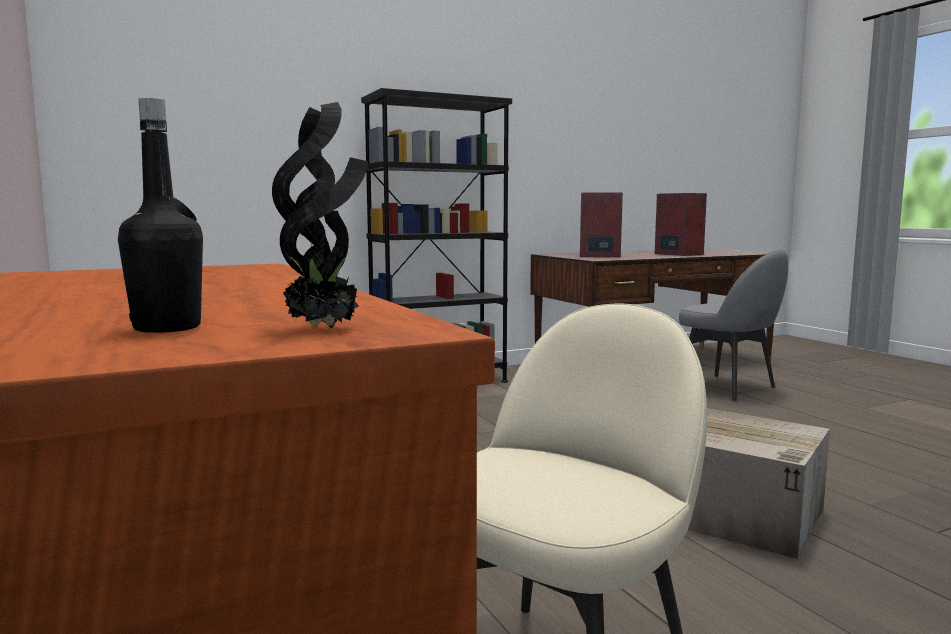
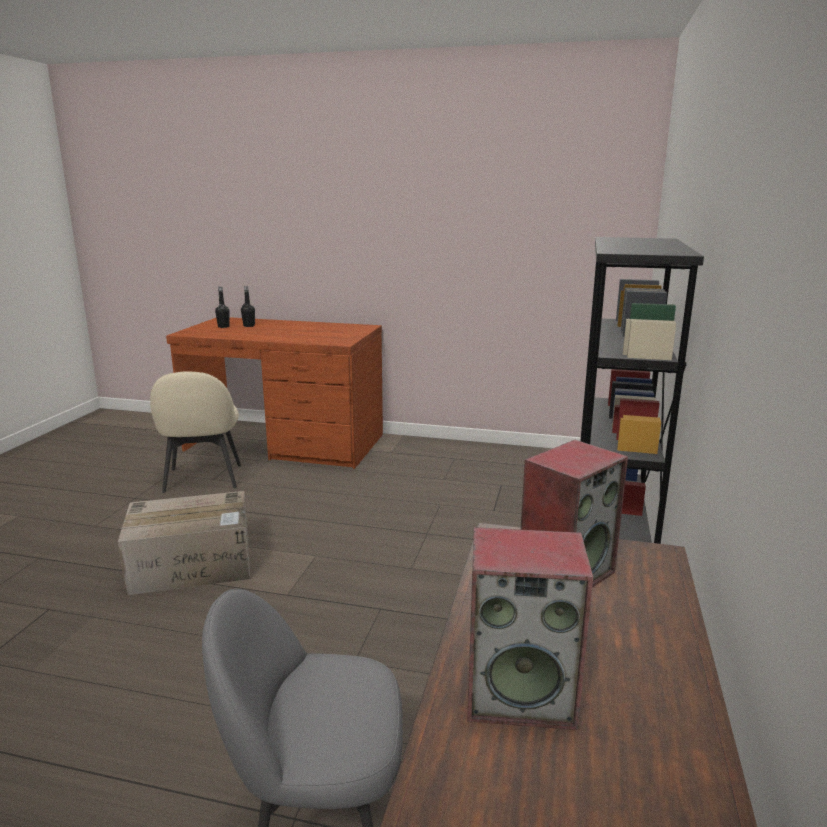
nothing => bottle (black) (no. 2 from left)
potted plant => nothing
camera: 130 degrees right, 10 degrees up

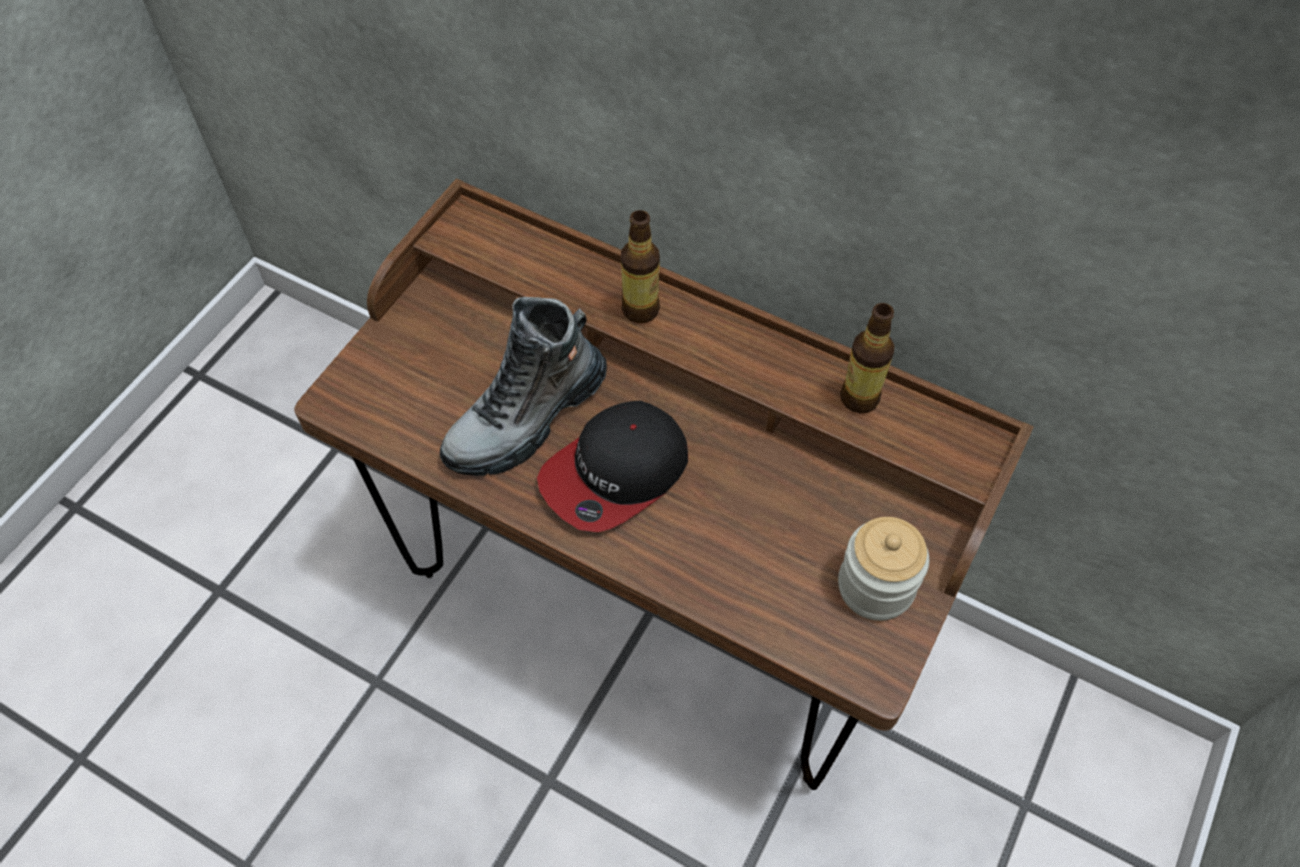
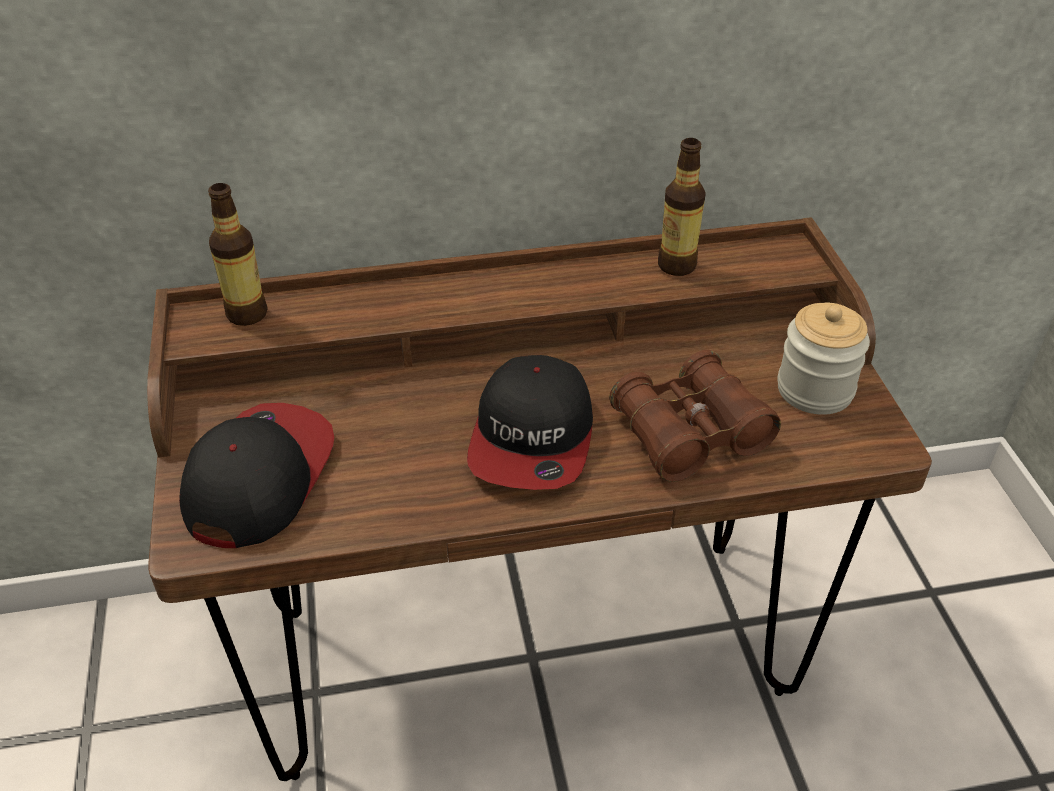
nothing => cap (no. 1 from left)
bottle (no. 1 from left), shifted
nothing => binoculars (brown)
boot => nothing
camera: 40 degrees left, 15 degrees down

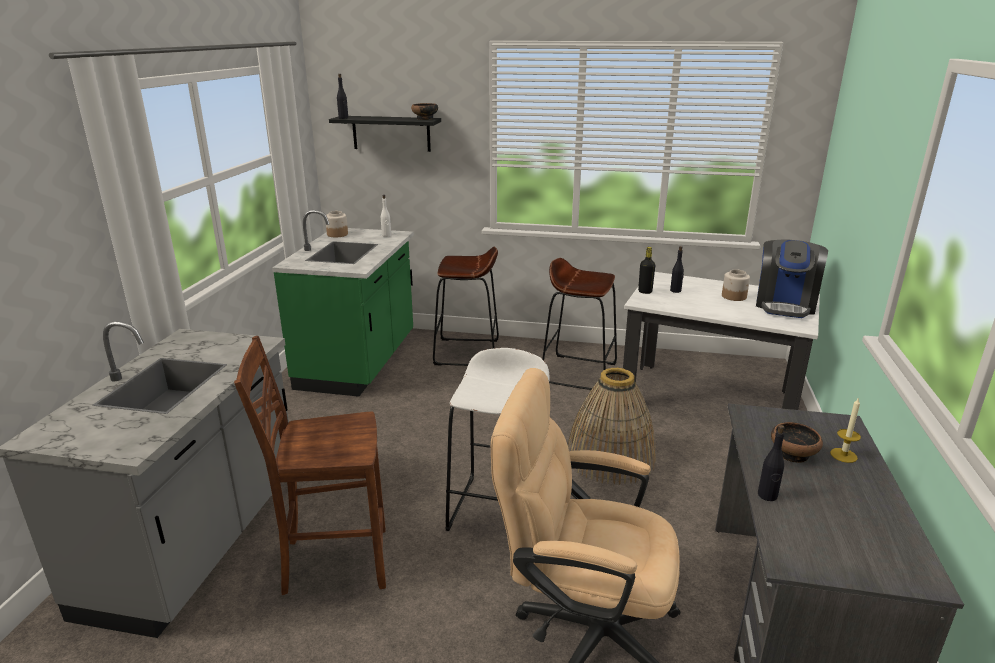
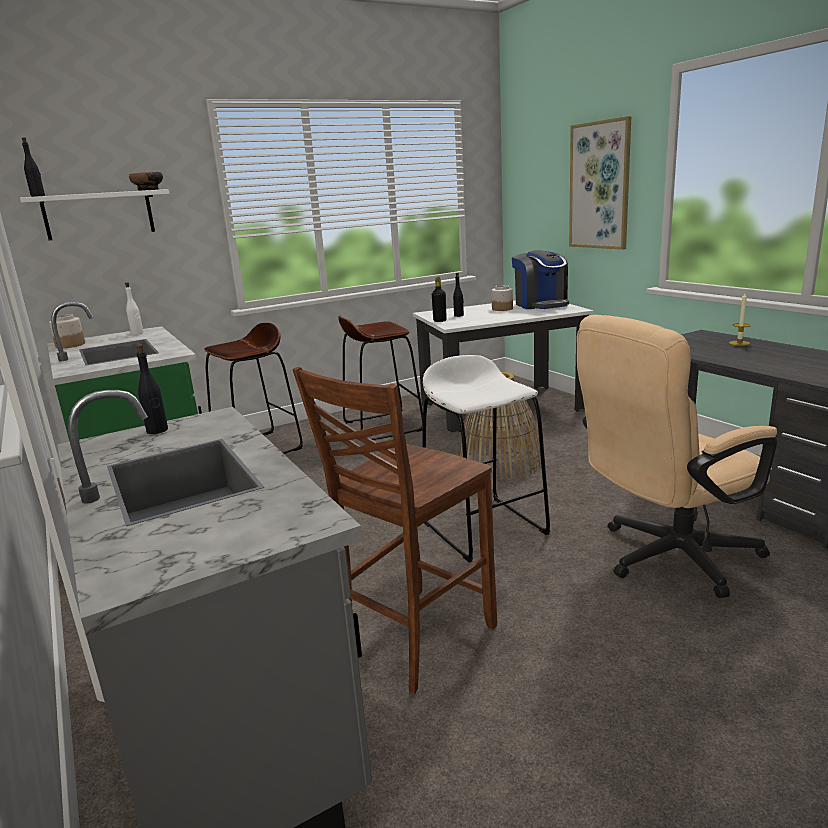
shelf (black) => shelf (white)
bottle (black) (no. 4 from left in the first image) => bottle (black) (no. 2 from left), shifted
nothing => picture
bowl (no. 2 from left) => nothing
camera: 40 degrees left, 5 degrees down

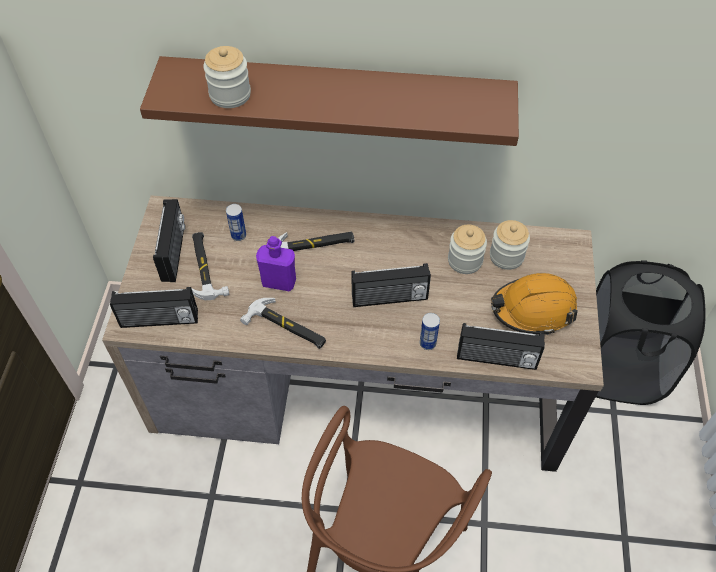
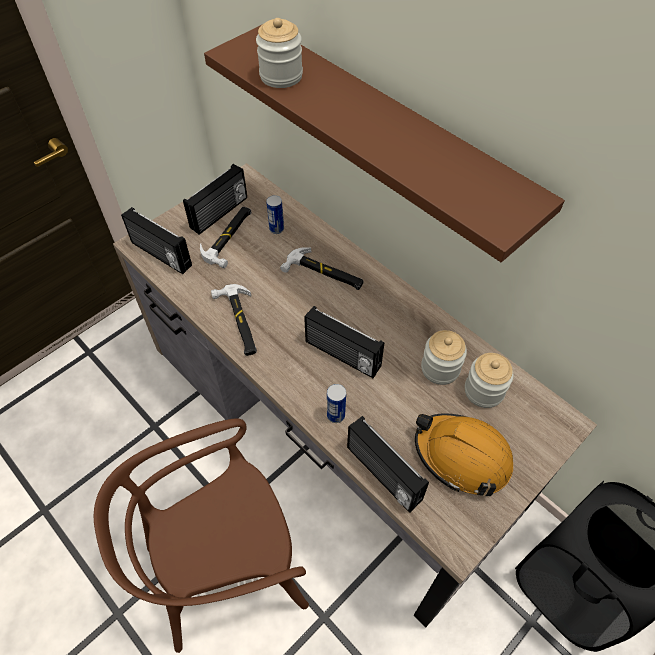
bottle (purple) => nothing
camera: 40 degrees right, 0 degrees up

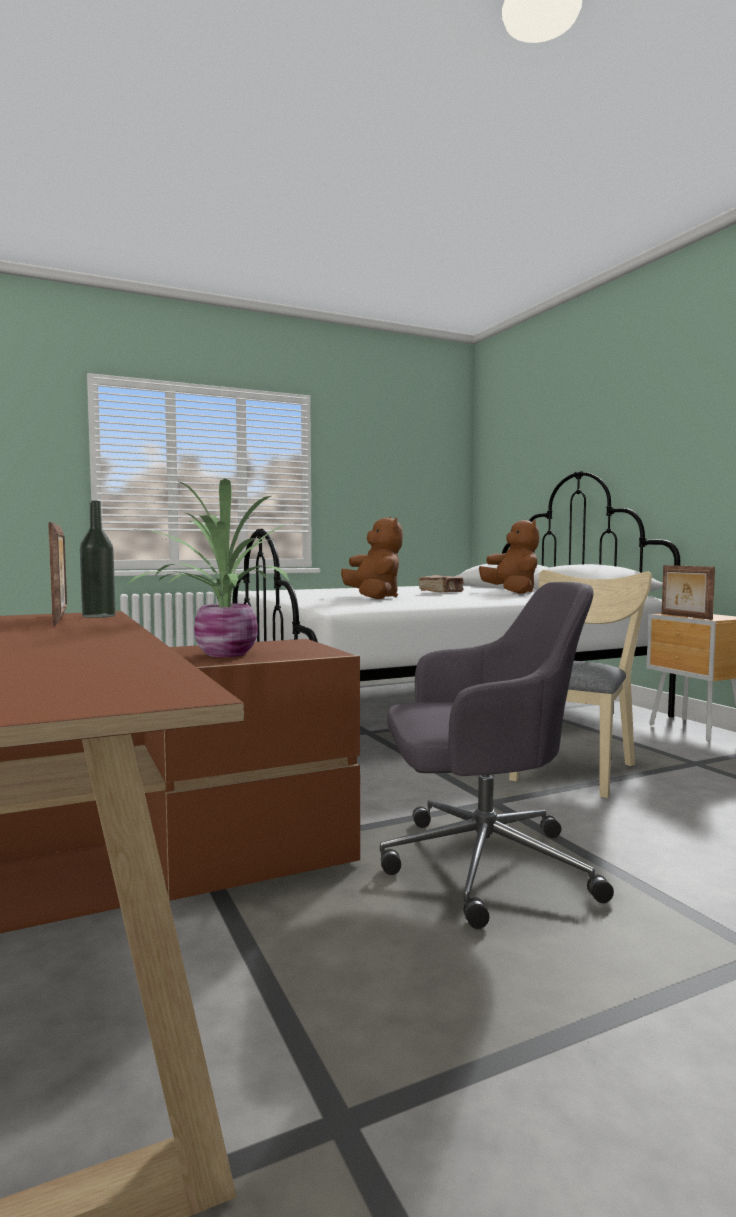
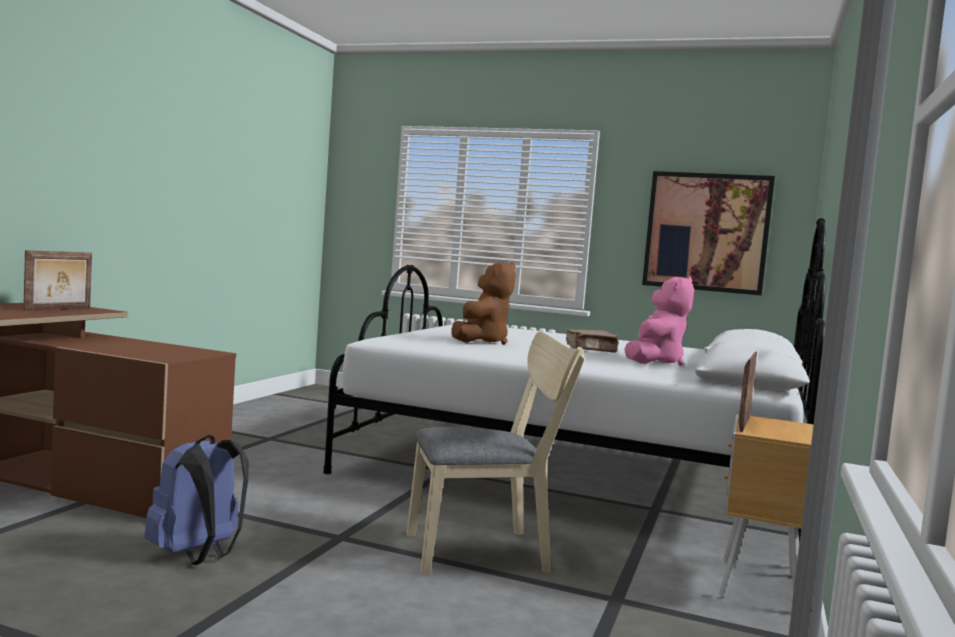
office chair (grey) => backpack (blue)
plush toy (brown) (no. 2 from left) => plush toy (pink)
nothing => picture
bottle => nothing
potted plant => nothing
camera: 45 degrees right, 0 degrees up

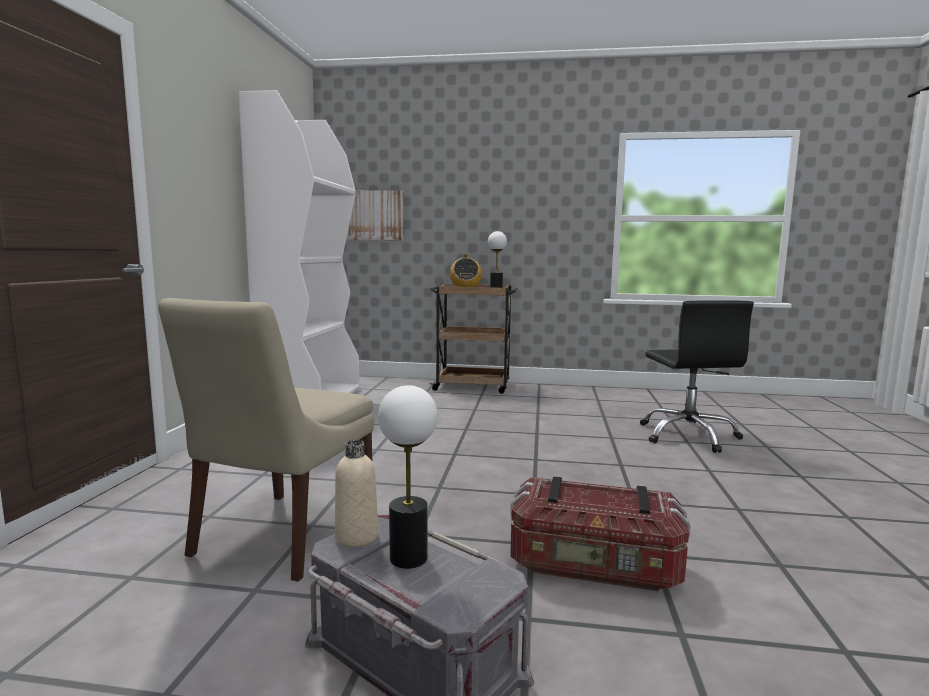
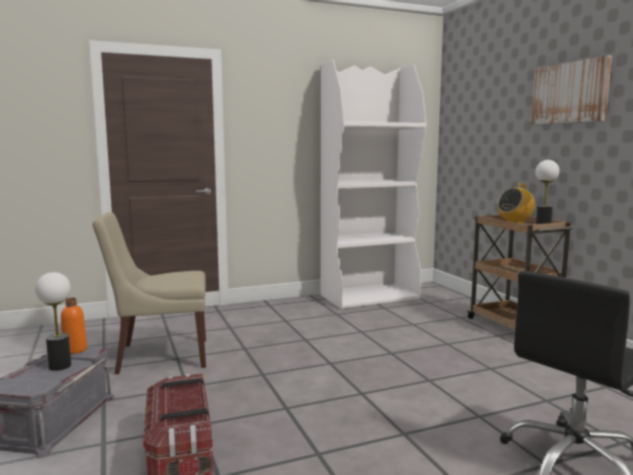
bottle (beige) => bottle (orange)
picture, shifted
camera: 60 degrees right, 0 degrees up

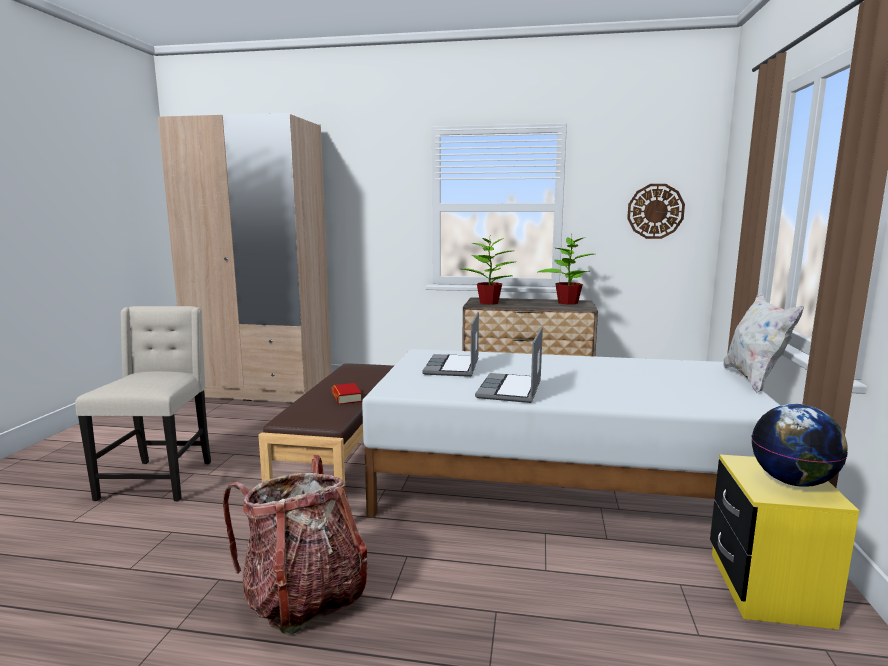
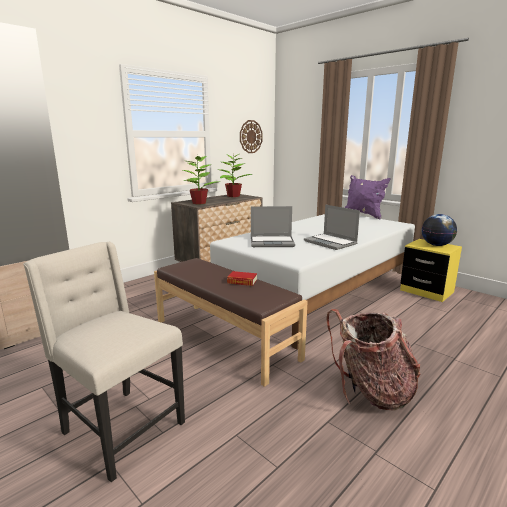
laptop (no. 1 from left), 45 degrees counterclockwise
pillow (white) => pillow (purple)
camera: 55 degrees left, 5 degrees up

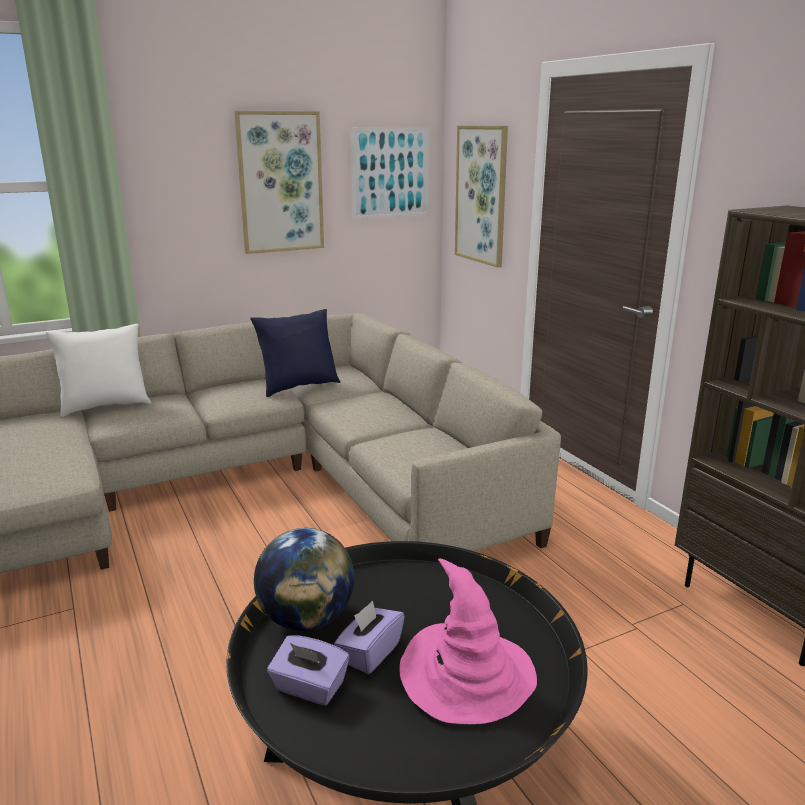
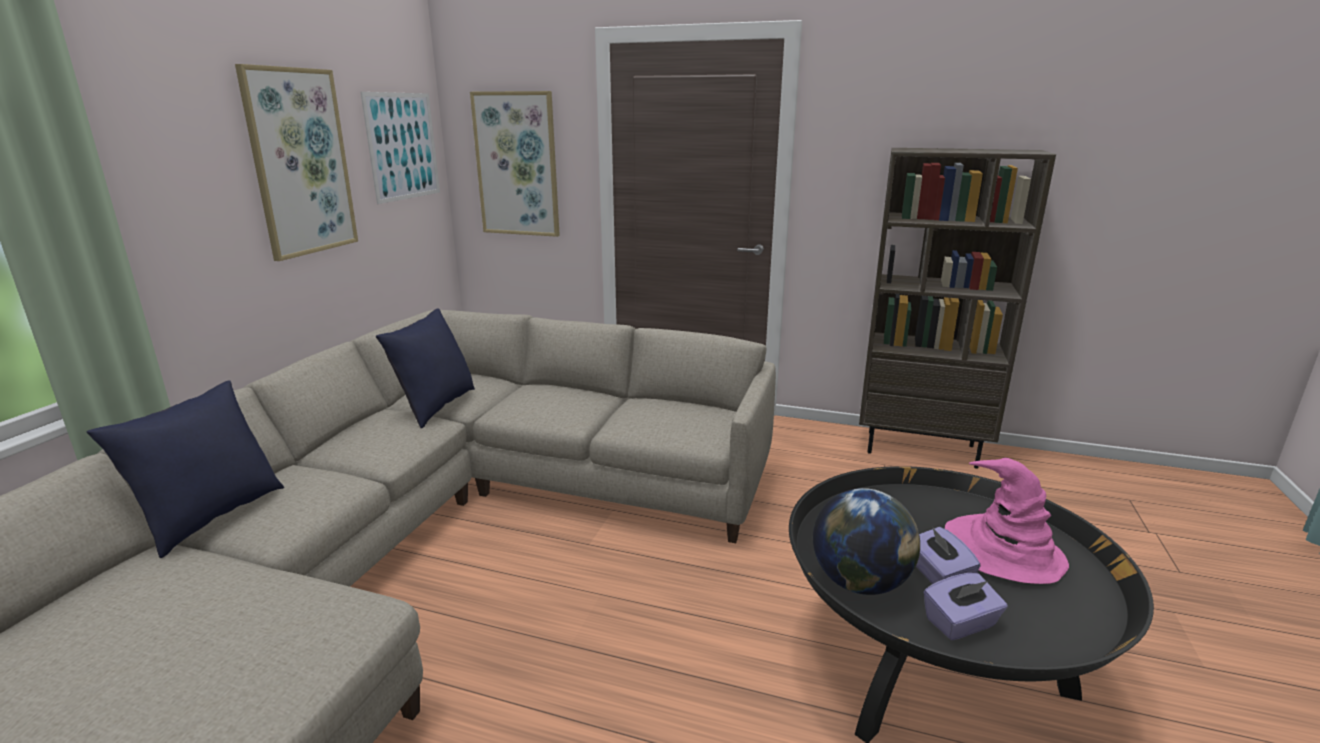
pillow (white) => pillow (blue) (no. 1 from left)
camera: 45 degrees left, 0 degrees up

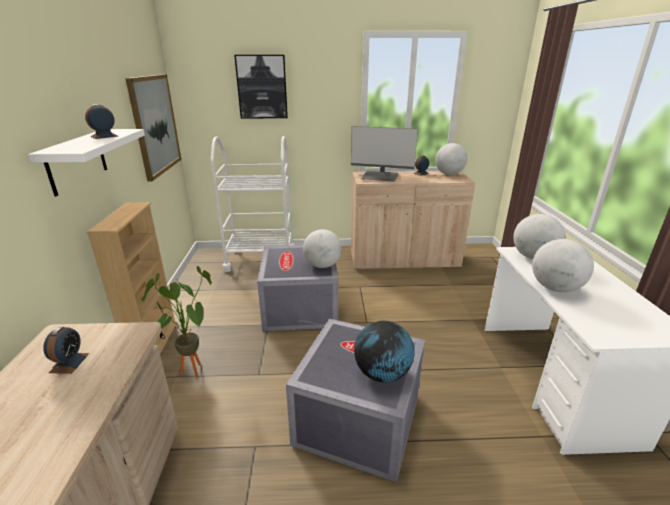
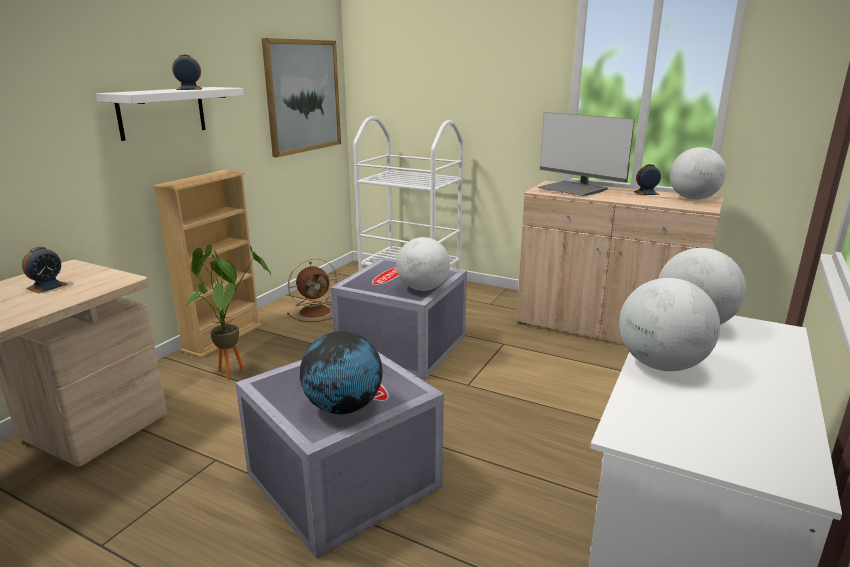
nothing => fan (brown)
picture (no. 2 from left) => nothing
camera: 30 degrees right, 5 degrees down

